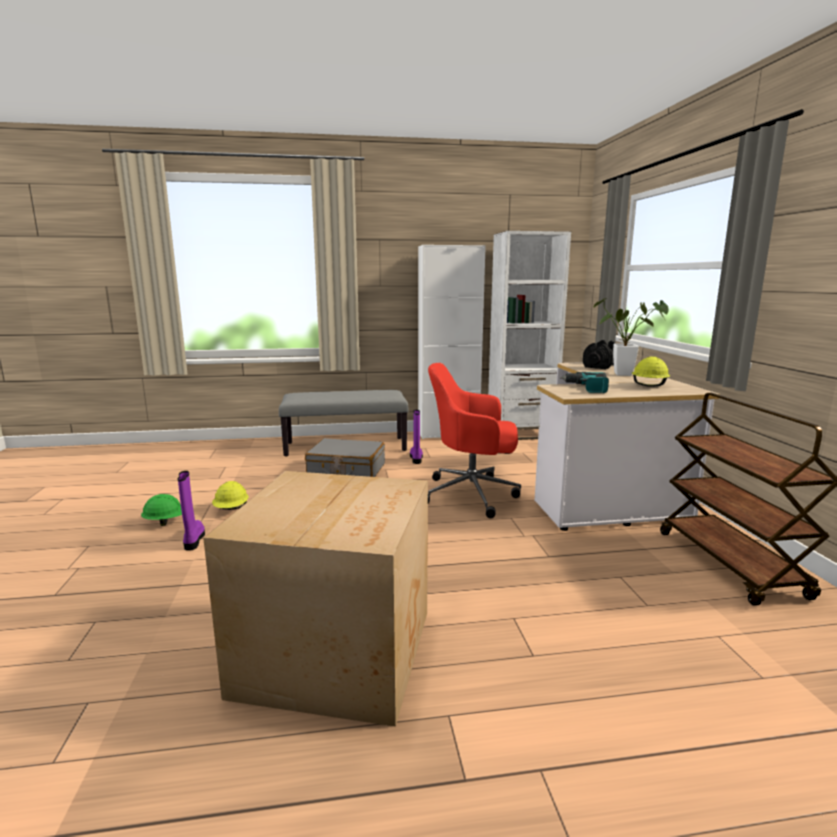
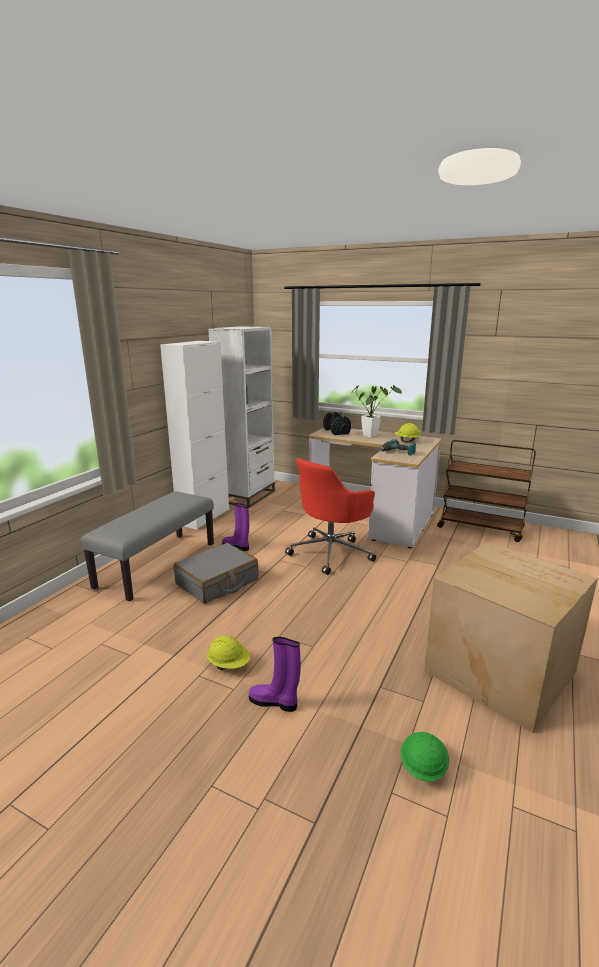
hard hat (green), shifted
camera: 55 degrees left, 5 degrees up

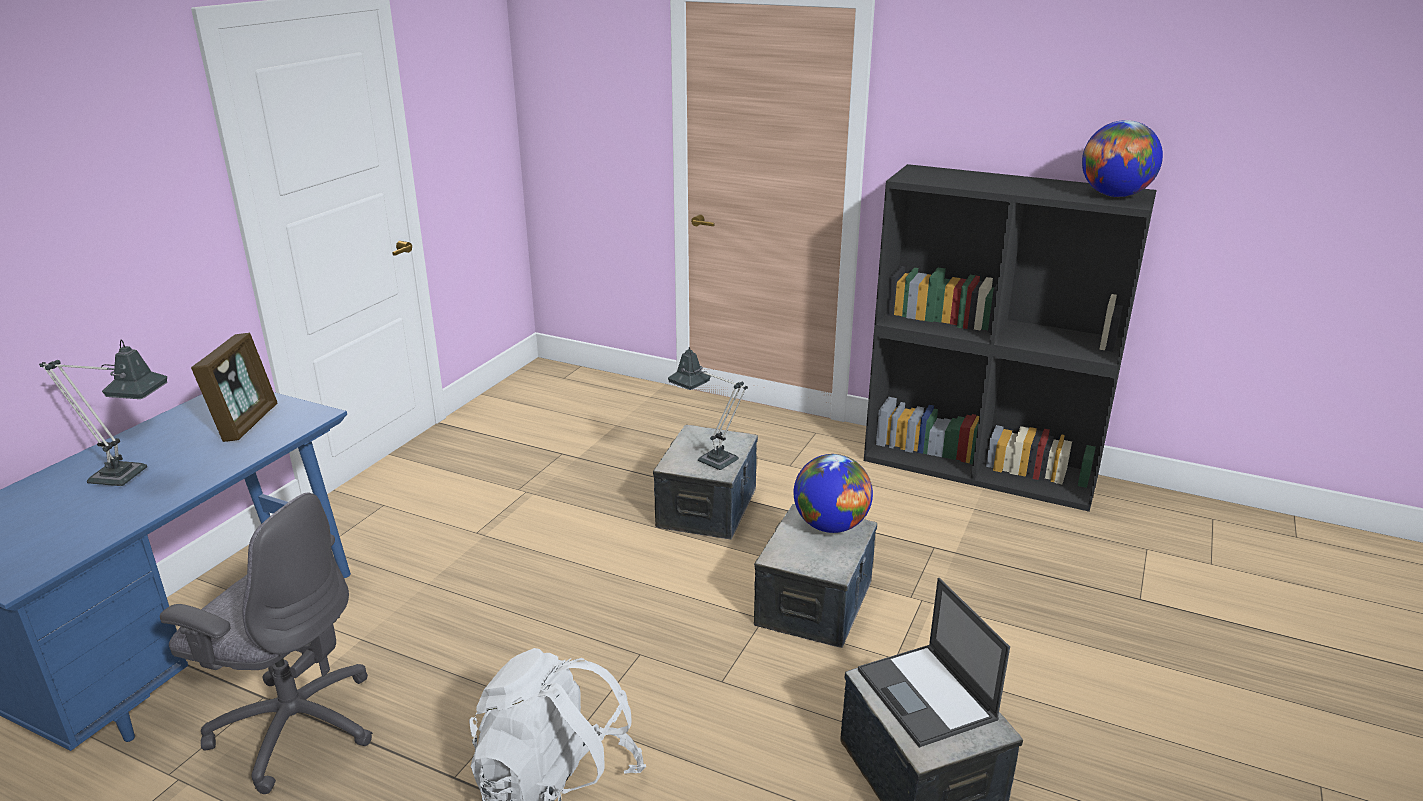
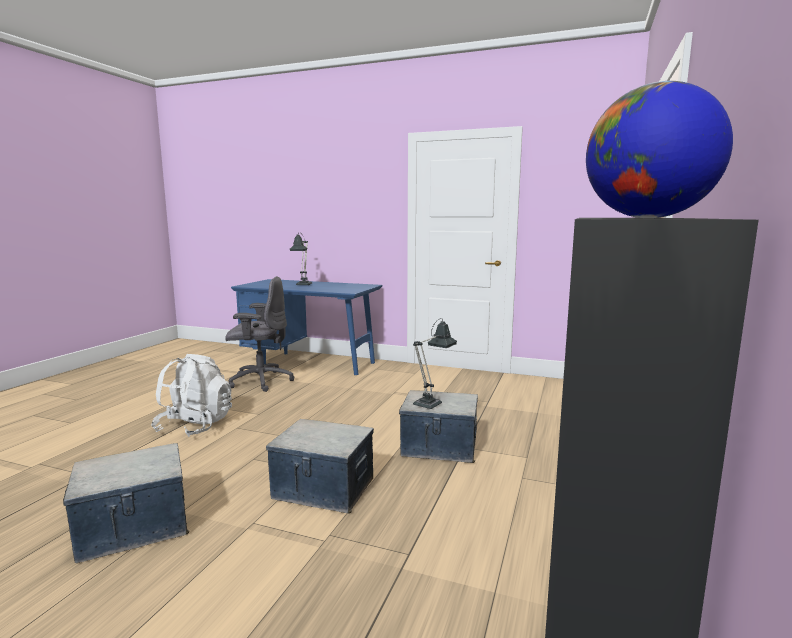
office chair (grey), 105 degrees counterclockwise
picture frame => nothing
globe (no. 1 from left) => nothing
laptop => nothing
camera: 85 degrees right, 15 degrees down

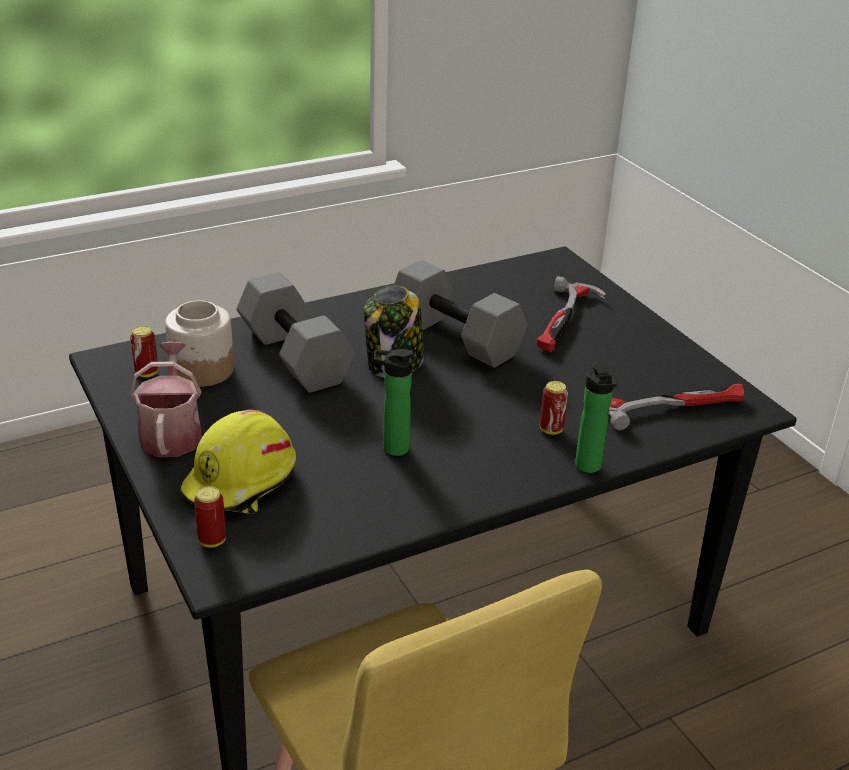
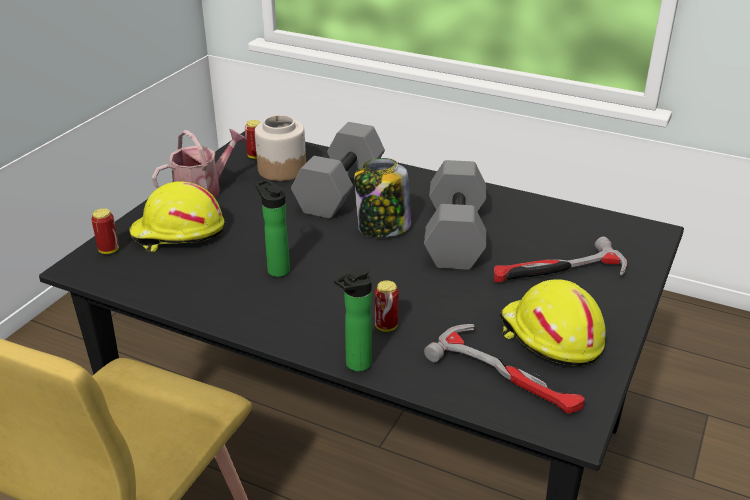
nothing => hard hat (yellow) (no. 2 from left)
camera: 55 degrees right, 0 degrees up

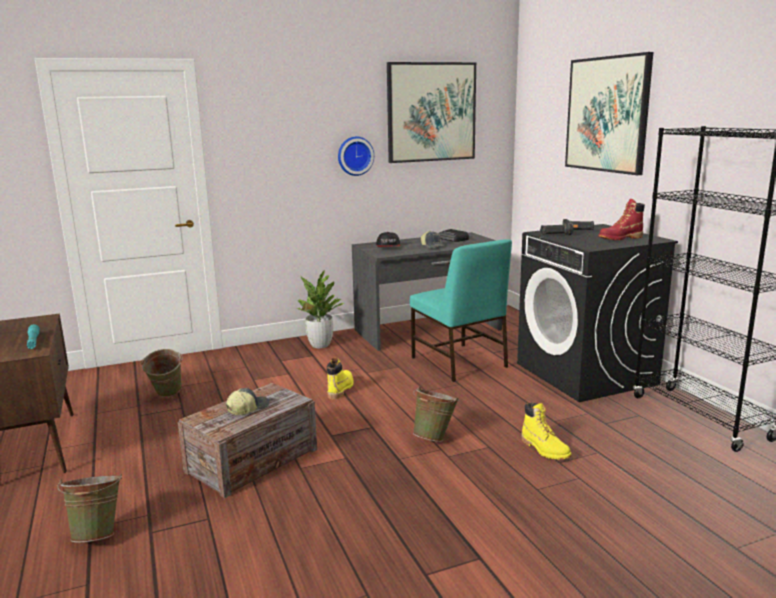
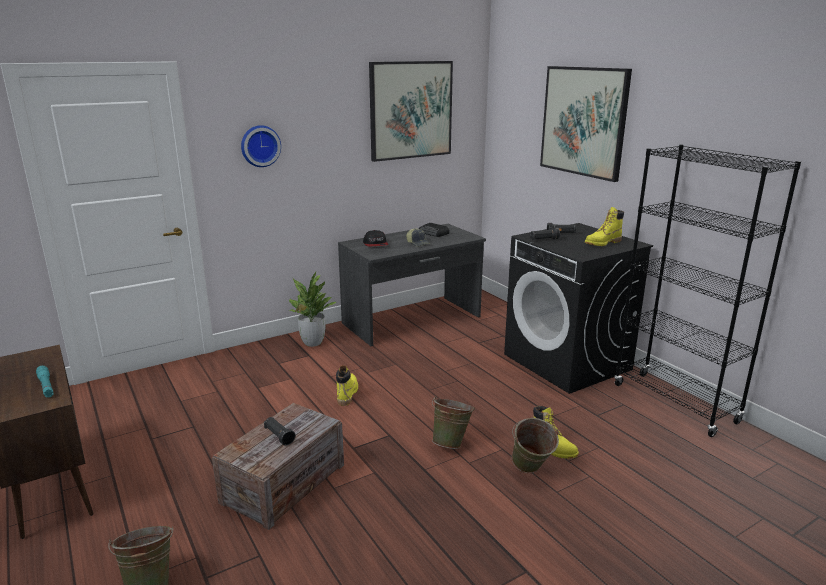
wall clock, shifted
cap (no. 1 from left) => flashlight (black) (no. 1 from left)
bucket (green) (no. 2 from left in the first image) => bucket (green) (no. 3 from left), shifted
boot (red) => boot (yellow) (no. 3 from left)
chair (turquoise) => nothing
camera: 10 degrees left, 5 degrees up

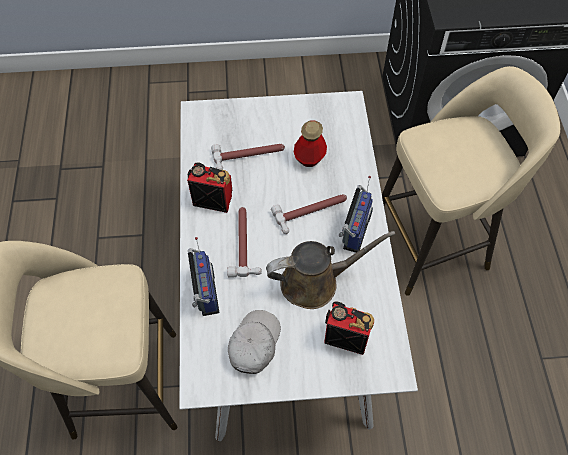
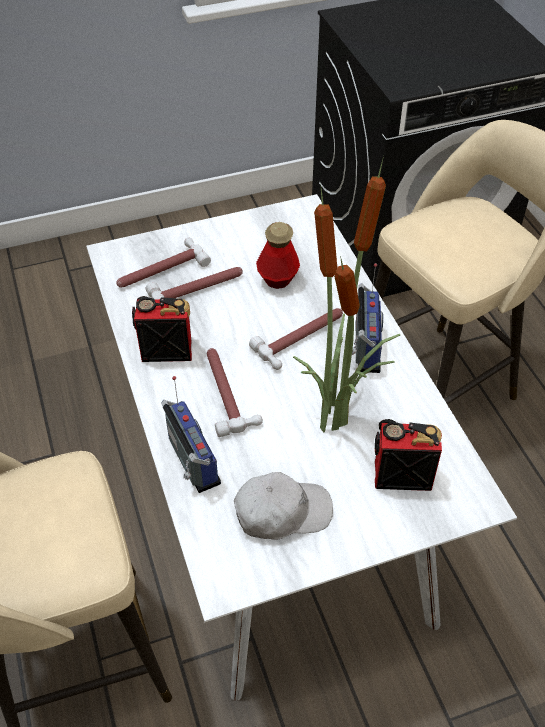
nothing => hammer (no. 1 from left)
cap (white), 75 degrees clockwise
watering can (brown) => potted plant
camera: 15 degrees left, 10 degrees down

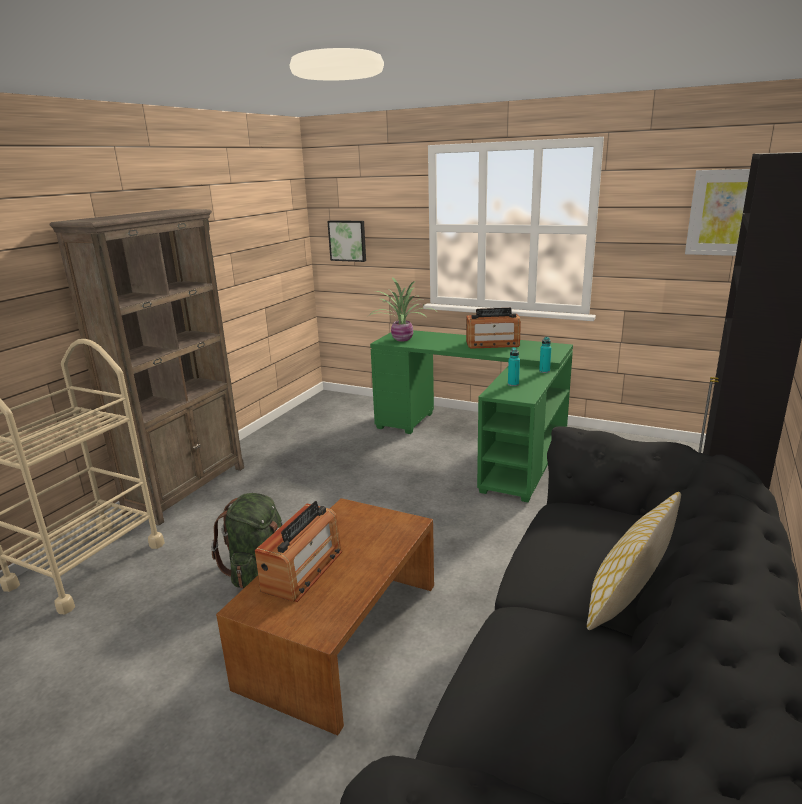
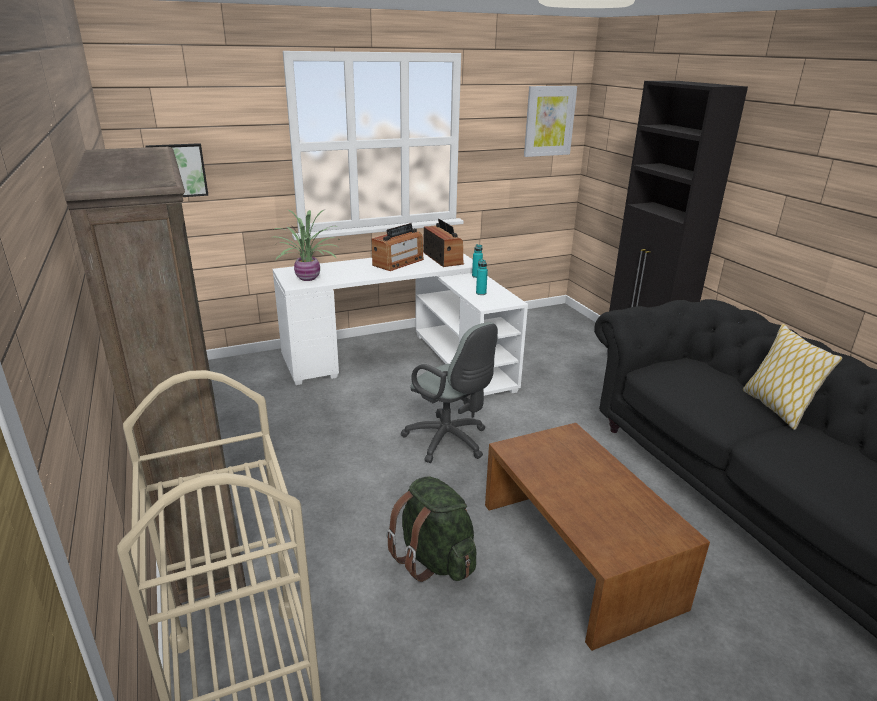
desk (green) => desk (white)
nothing => office chair (grey)
radio (no. 1 from left in the first image) => radio (no. 2 from left), shifted
camera: 50 degrees left, 5 degrees up

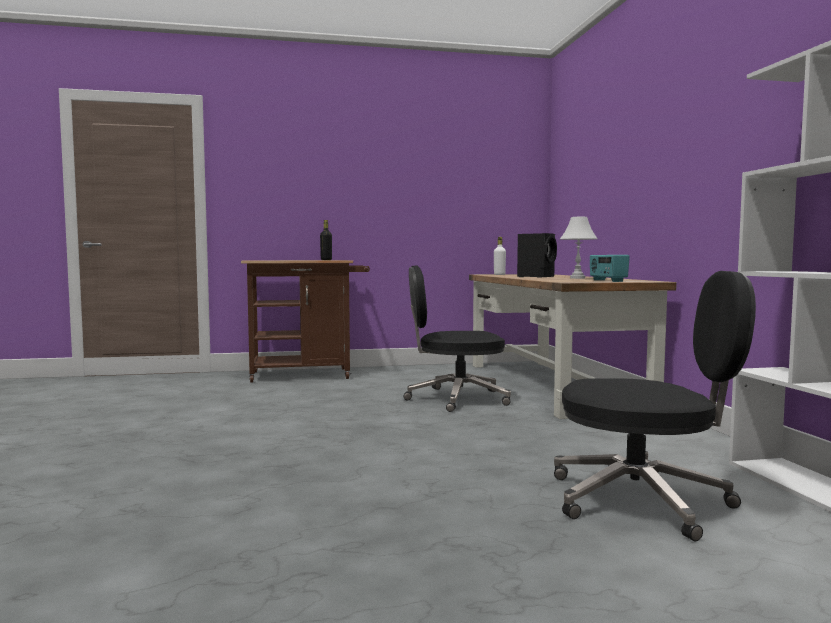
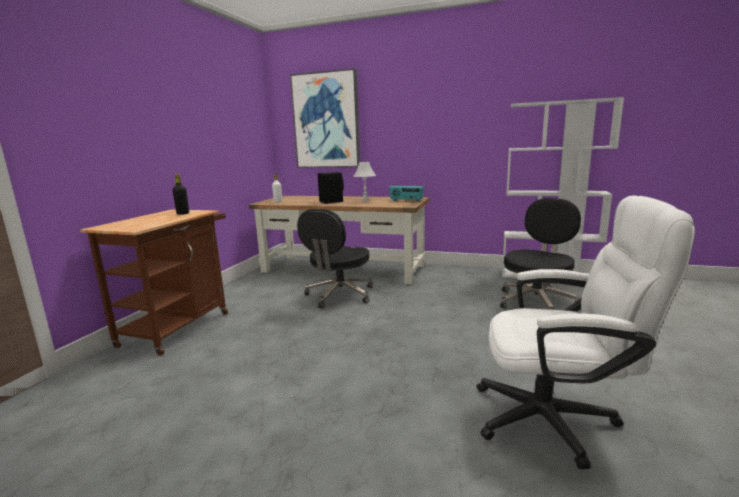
nothing => picture
nothing => office chair (white)
camera: 60 degrees left, 10 degrees up

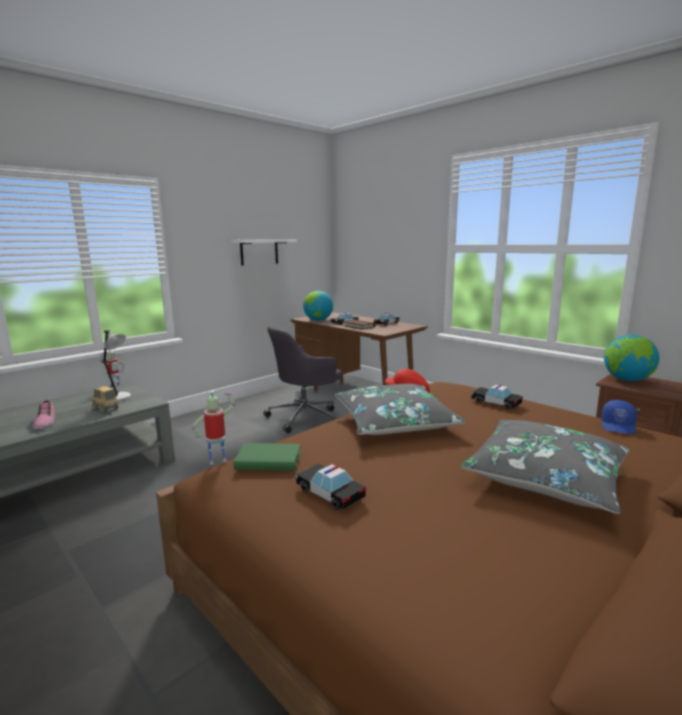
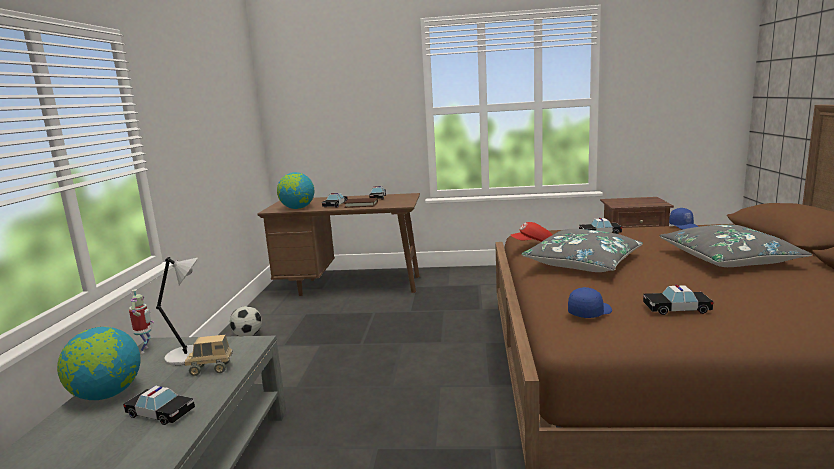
globe (no. 2 from left in the first image) => globe (no. 1 from left), shifted
shoe => toy car (no. 1 from left)
nothing => football
book (green) => cap (blue) (no. 1 from left)
toy robot (no. 2 from left) => nothing
shelf (white) => nothing
office chair (grey) => nothing
camera: 40 degrees left, 0 degrees up

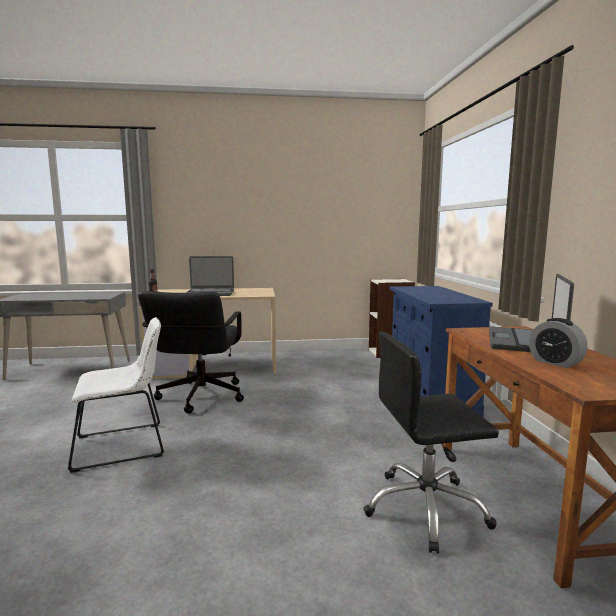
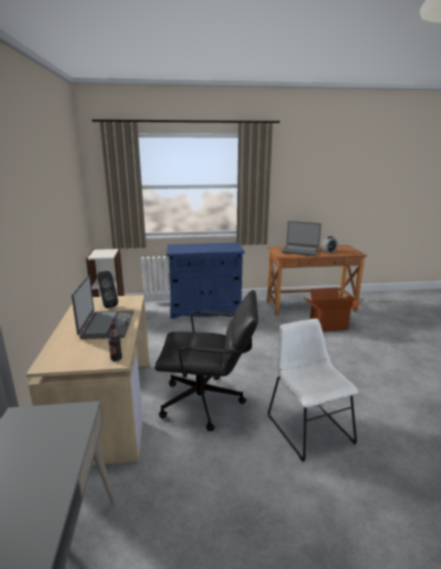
nothing => speaker (black)
office chair (black) (no. 2 from left) => cardboard box
camera: 90 degrees left, 10 degrees up

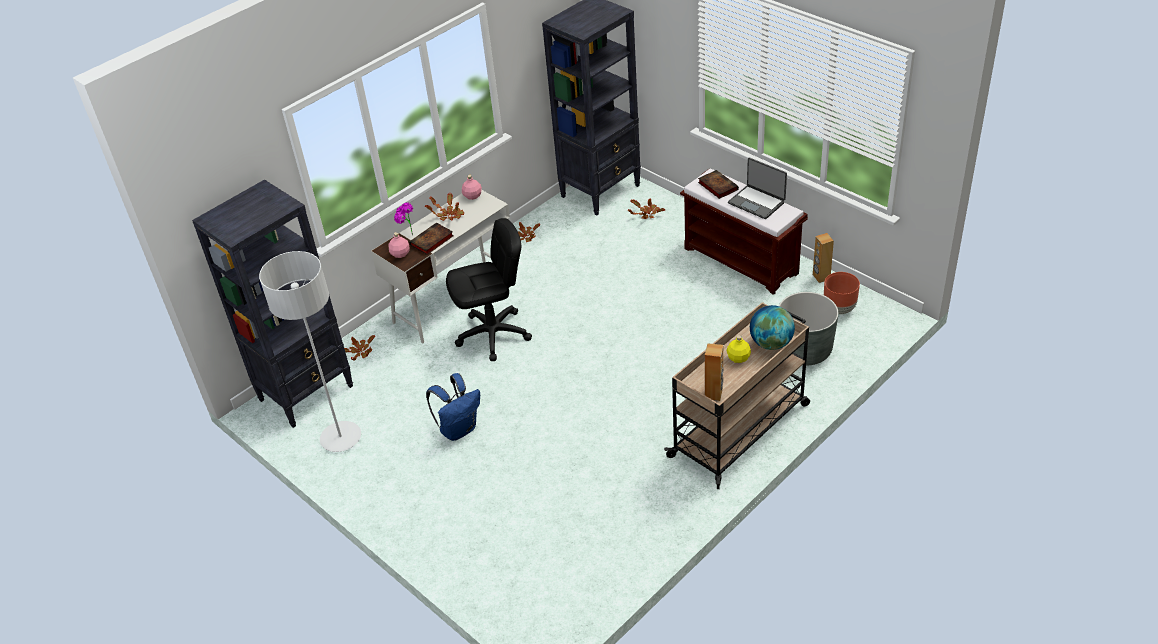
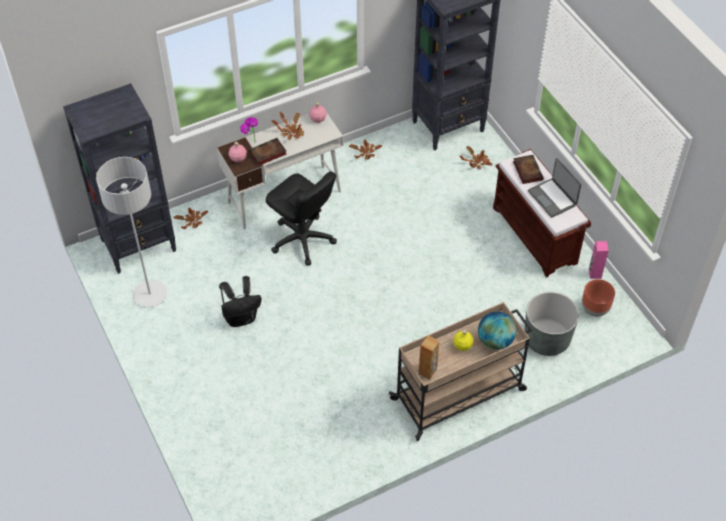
backpack (blue) => backpack (black)
office chair (black), 45 degrees clockwise
speaker (brown) (no. 2 from left) => speaker (pink)
camera: 15 degrees right, 10 degrees up

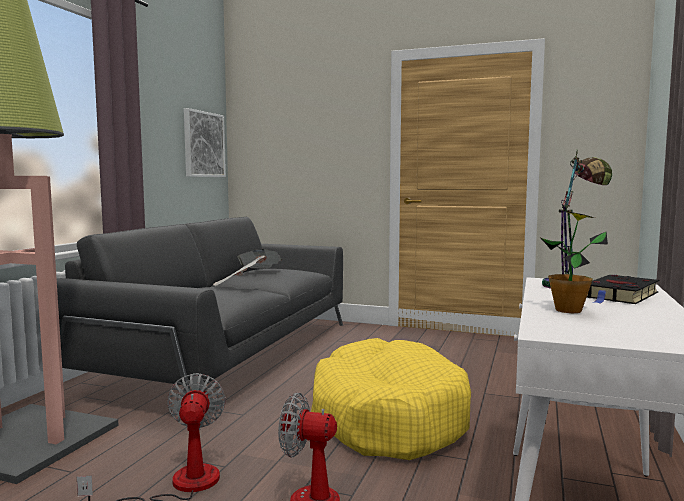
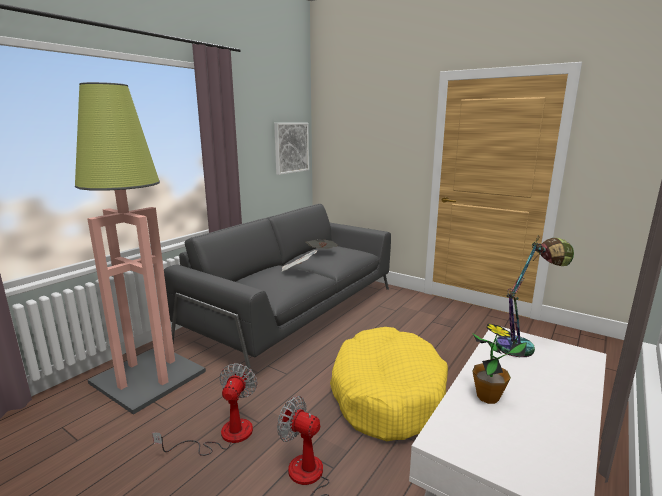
book (black) => nothing
camera: 15 degrees right, 10 degrees up

